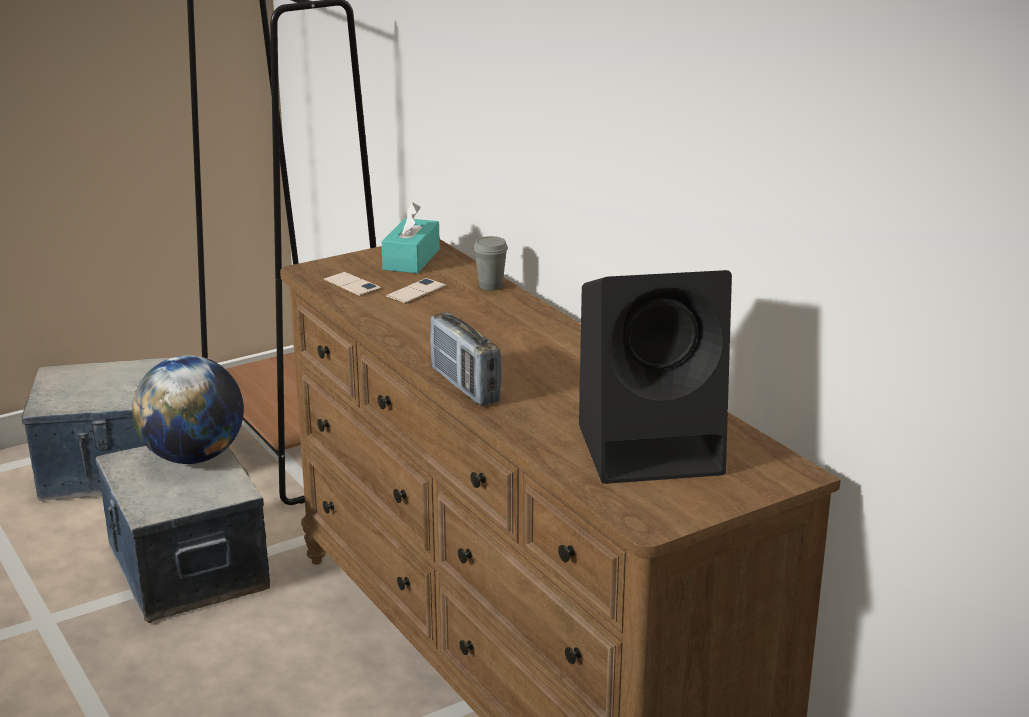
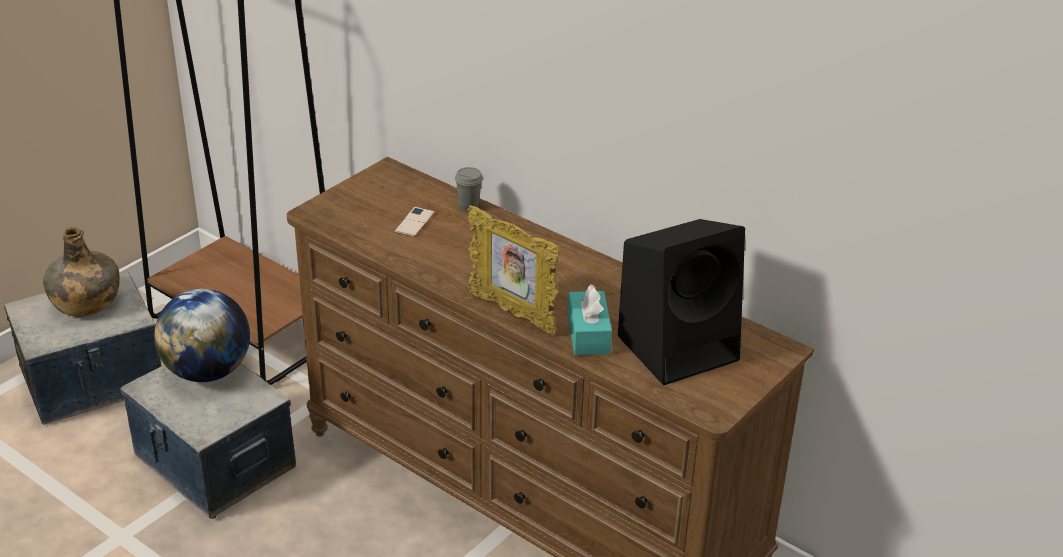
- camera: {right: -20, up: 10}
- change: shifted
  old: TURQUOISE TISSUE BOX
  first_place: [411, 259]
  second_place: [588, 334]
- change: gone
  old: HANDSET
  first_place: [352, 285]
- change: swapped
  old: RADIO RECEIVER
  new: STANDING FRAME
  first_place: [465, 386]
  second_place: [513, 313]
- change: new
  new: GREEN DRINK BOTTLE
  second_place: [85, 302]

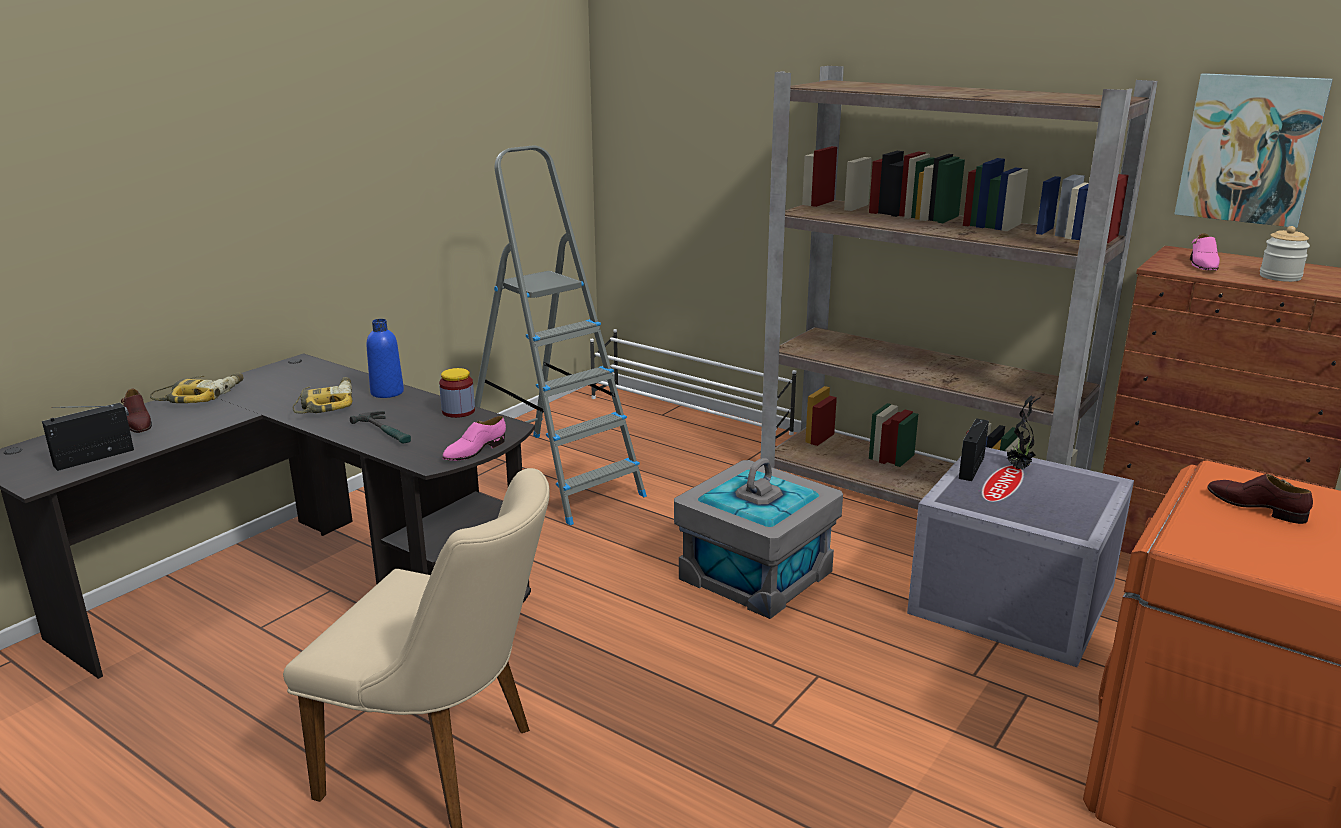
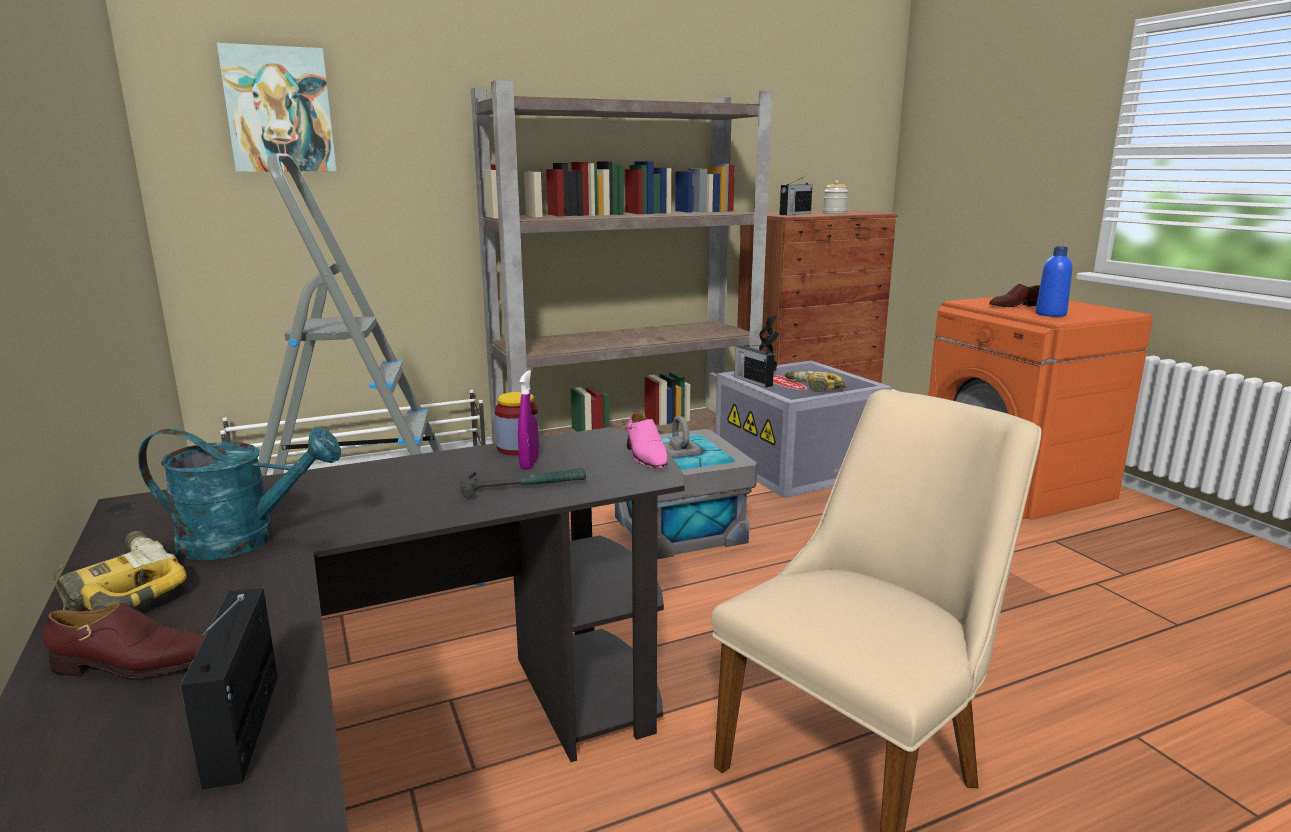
- camera: {right: -60, up: -5}
- change: shifted
  old: WALL PICTURE
  first_place: [1250, 149]
  second_place: [279, 110]
- change: swapped
  old: PINKISH ITEM OF FOOTWEAR
  new: RADIO RECEIVER
  first_place: [1202, 265]
  second_place: [794, 214]
- change: shifted
  old: BLUISH DRINK BOTTLE
  first_place: [387, 392]
  second_place: [1050, 314]
- change: shifted
  old: ELECTRIC DRILL
  first_place: [325, 404]
  second_place: [814, 387]
- change: new
  new: PURPLE-COLOURED SPRAY BOTTLE
  second_place: [529, 464]
- change: new
  new: TURQUOISE SPRINKLING CAN
  second_place: [245, 540]

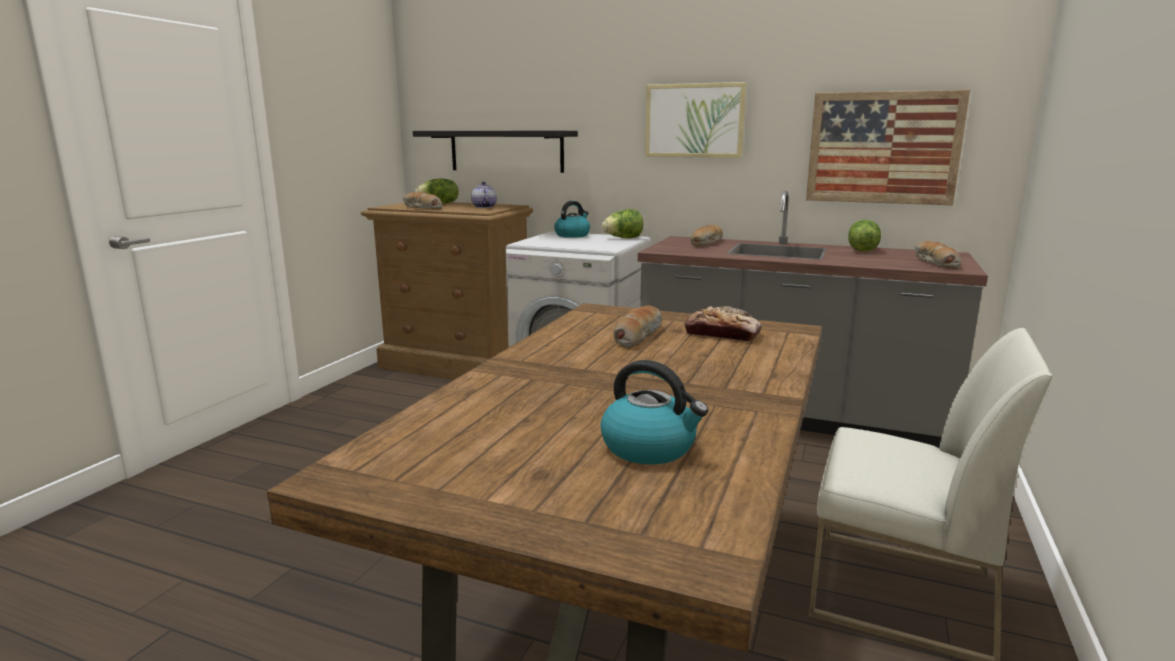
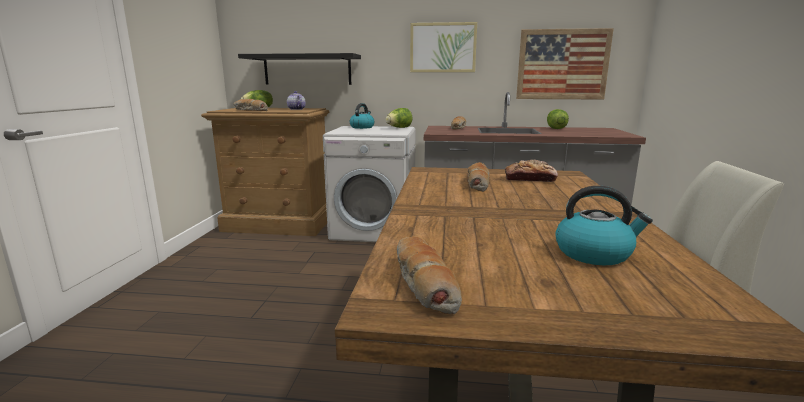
- camera: {right: -15, up: 0}
- change: shifted
  old: BREAD
  first_place: [934, 263]
  second_place: [422, 284]

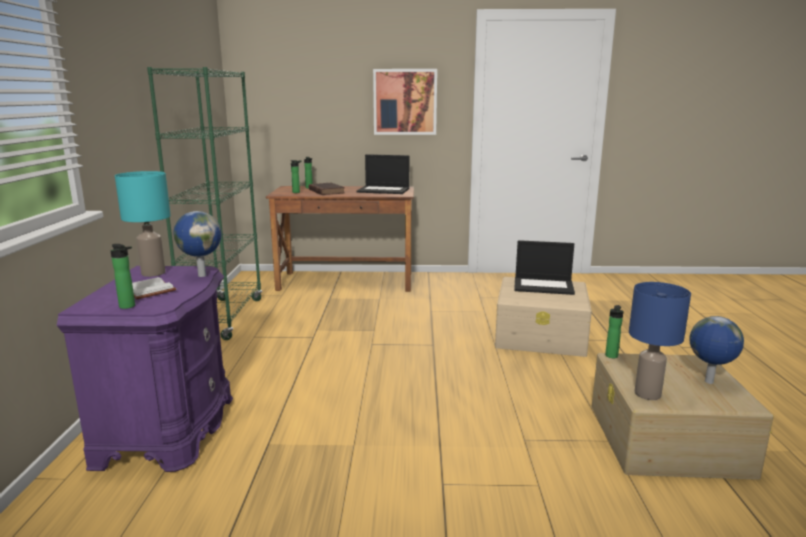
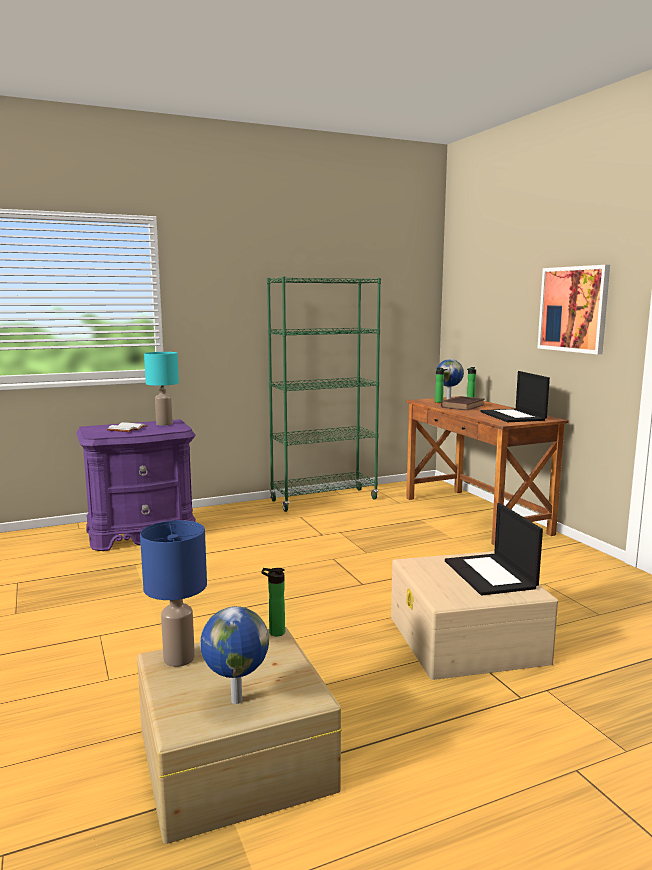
- camera: {right: 65, up: -5}
- change: shifted
  old: WORLD GLOBE
  first_place: [202, 275]
  second_place: [448, 399]
- change: gone
  old: DRINK BOTTLE
  first_place: [129, 306]

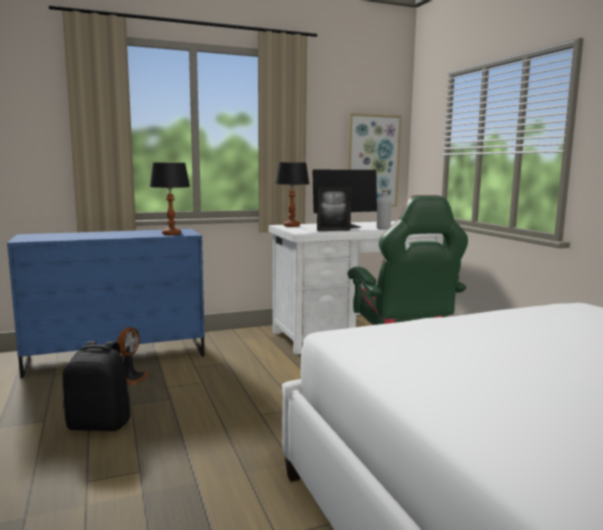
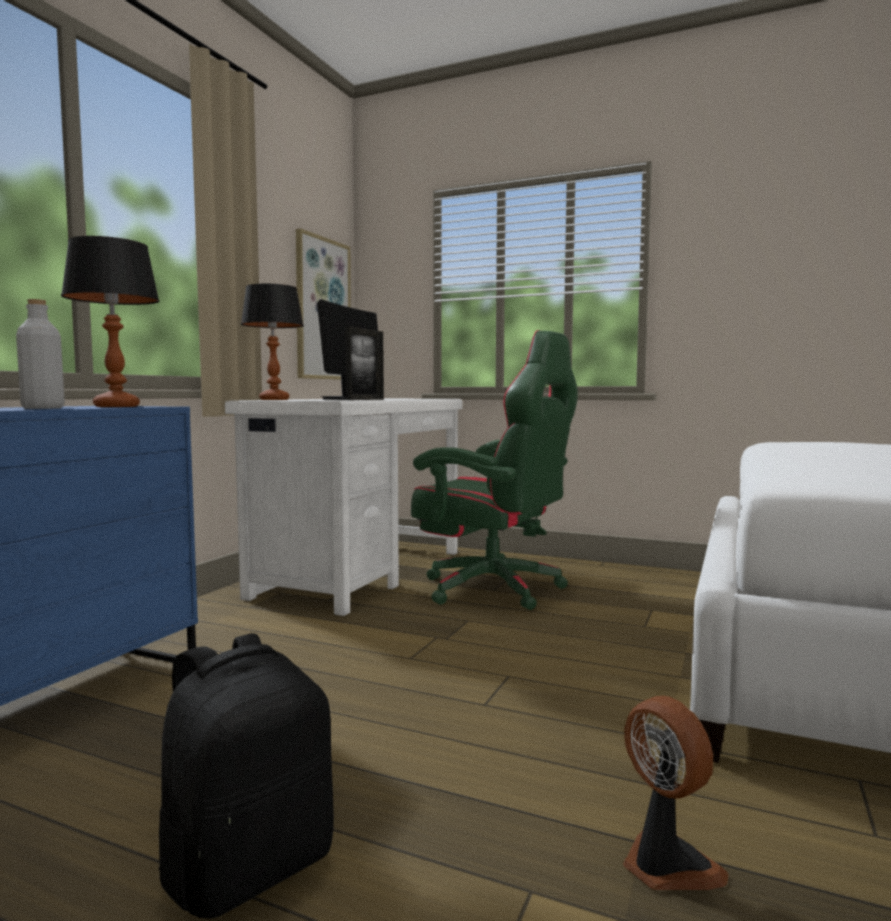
- camera: {right: -45, up: -5}
- change: shifted
  old: GRAY DRINK BOTTLE
  first_place: [383, 228]
  second_place: [43, 408]
- change: shifted
  old: FAN
  first_place: [132, 378]
  second_place: [665, 865]

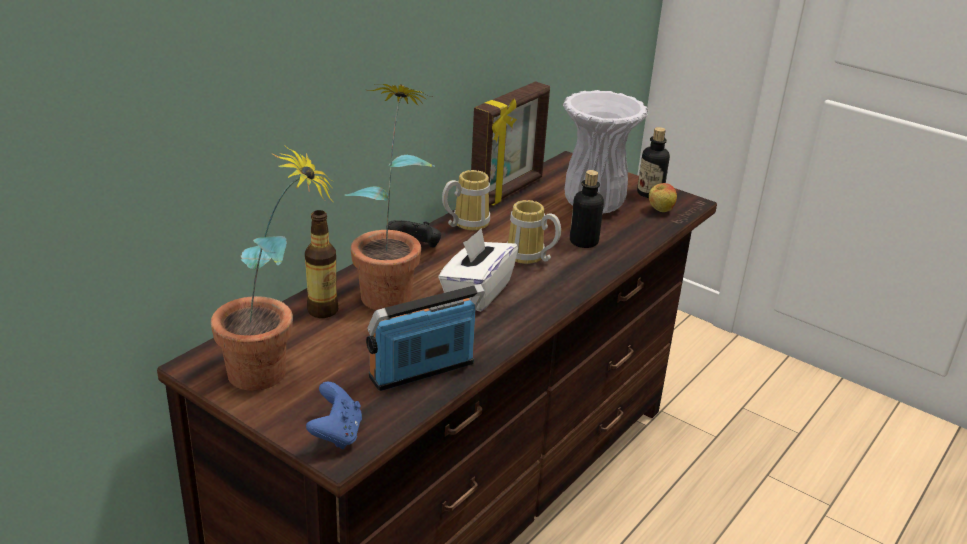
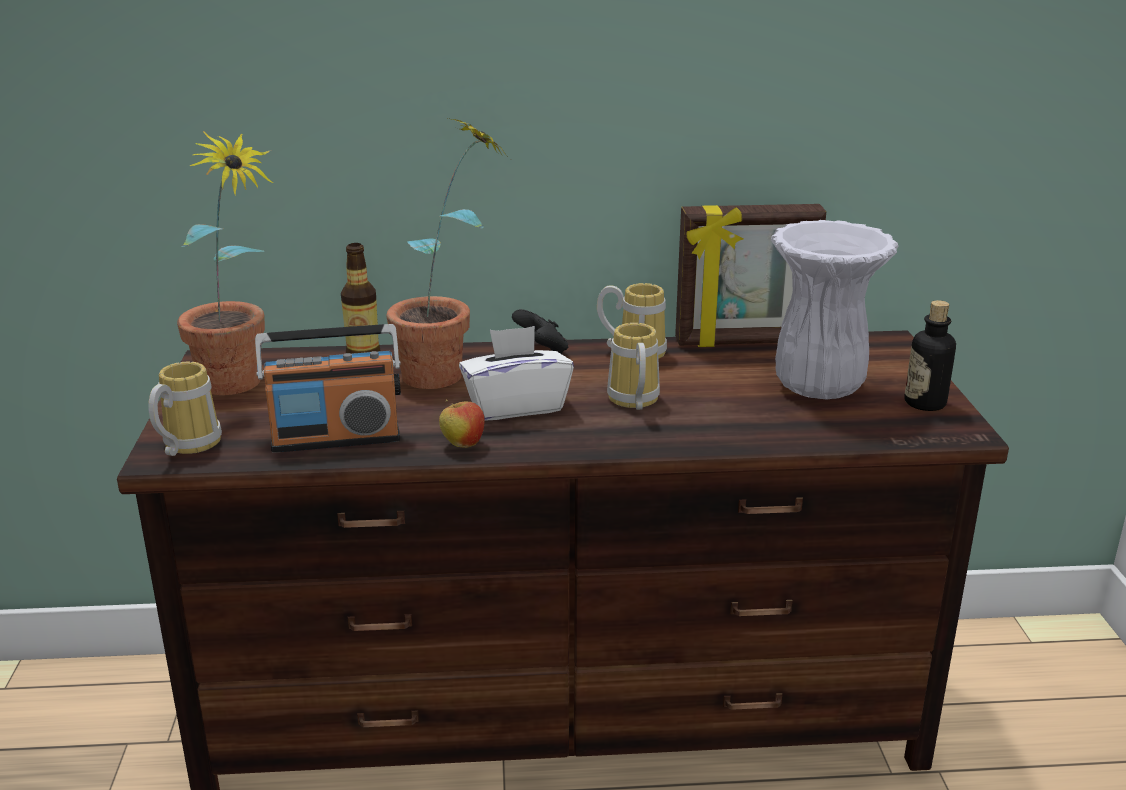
- camera: {right: 50, up: -5}
- change: gone
  old: DRINK BOTTLE
  first_place: [583, 242]
- change: shifted
  old: APPLE FRUIT
  first_place: [660, 210]
  second_place: [462, 444]
- change: rotated
  old: RADIO RECEIVER
  first_place: [422, 371]
  second_place: [336, 439]
  degrees: 150
- change: swapped
  old: BLUISH JOYPAD
  new: MUG
  first_place: [336, 434]
  second_place: [185, 446]

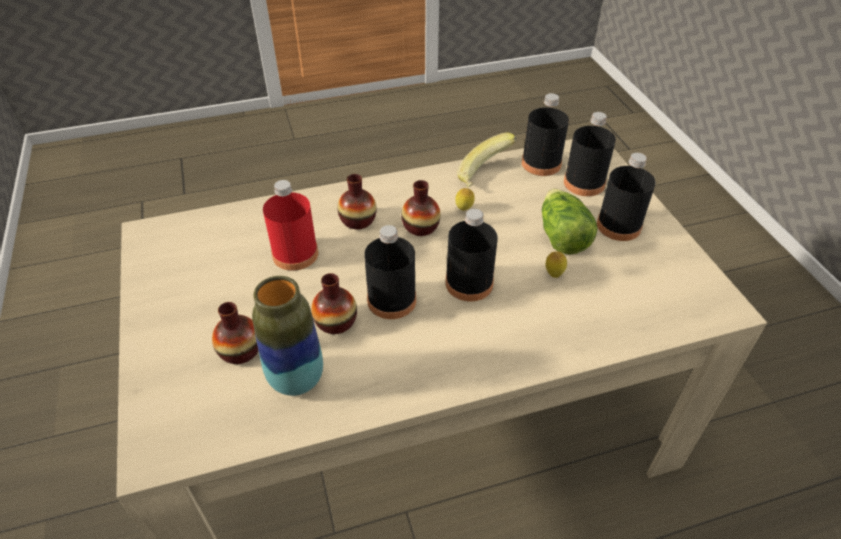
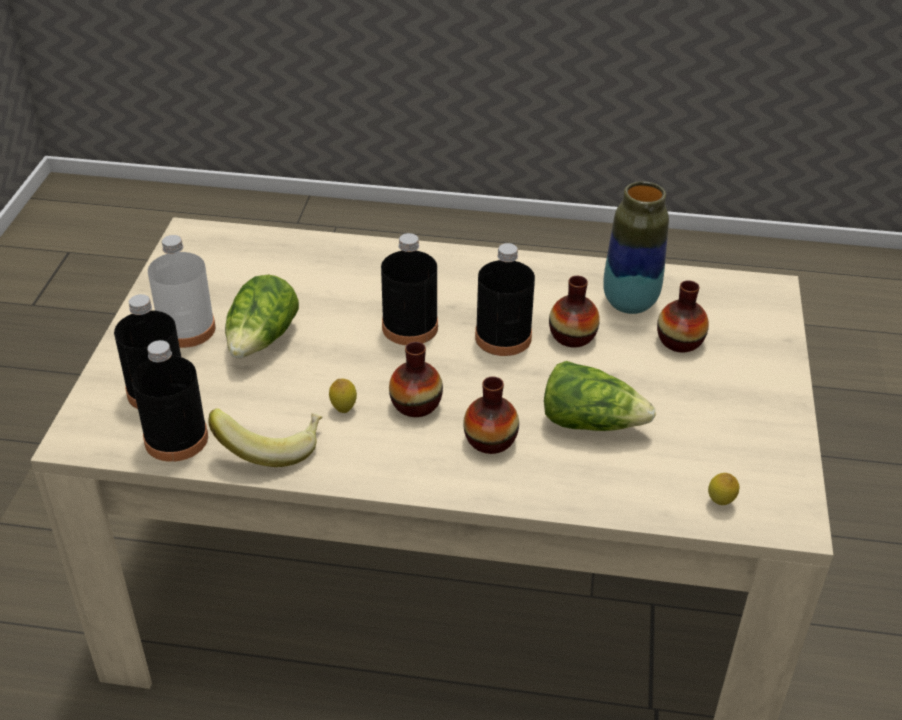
- camera: {right: -155, up: -5}
- change: repainted
  old: BLACK DRINK BOTTLE
  new: WHITISH DRINK BOTTLE
  first_place: [618, 226]
  second_place: [187, 329]
- change: swapped
  old: RED-COLOURED DRINK BOTTLE
  new: HEAD OF LETTUCE
  first_place: [295, 254]
  second_place: [590, 422]
- change: shifted
  old: LEMON
  first_place: [554, 274]
  second_place: [720, 503]

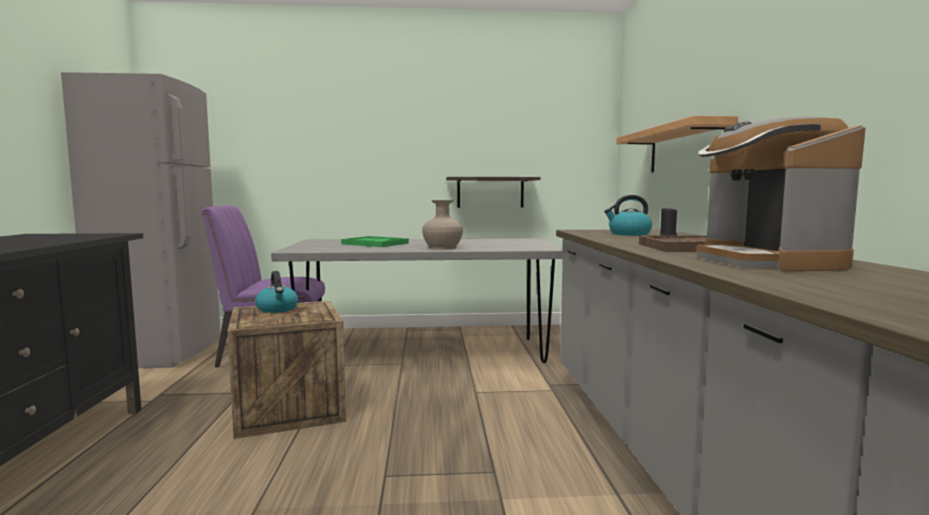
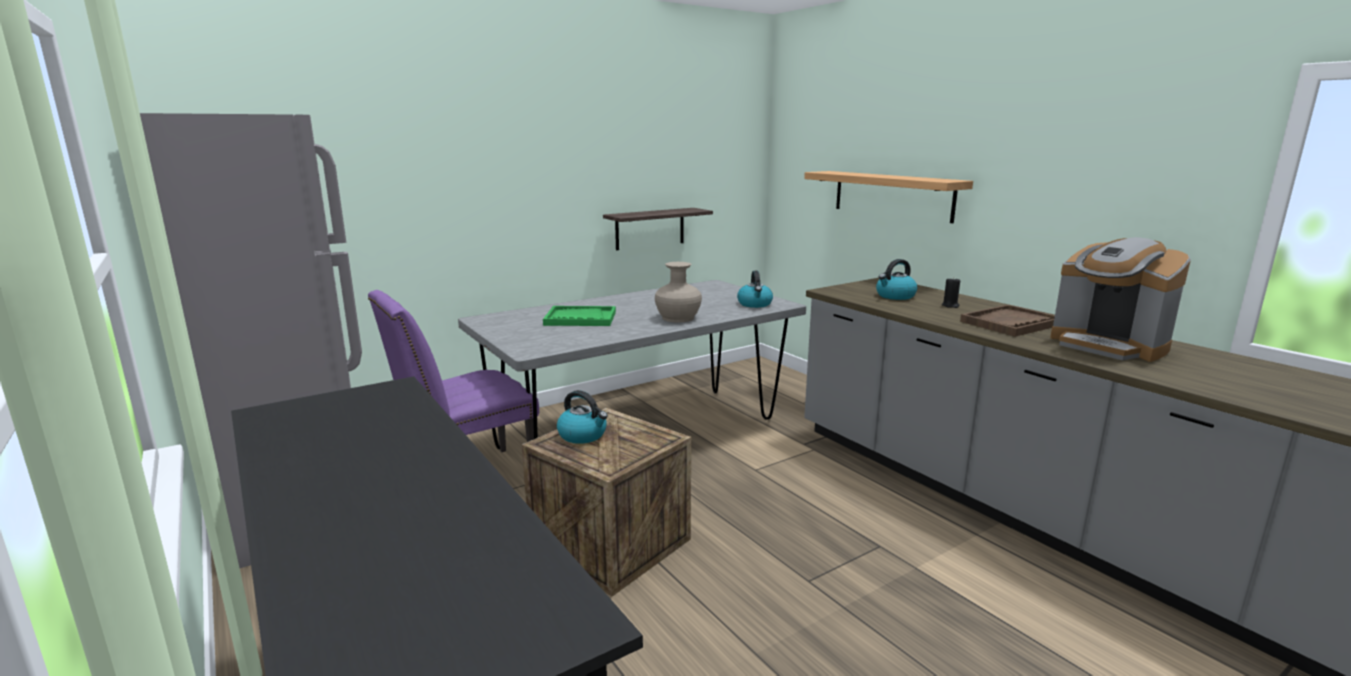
- camera: {right: -30, up: 10}
- change: new
  new: TEA KETTLE
  second_place: [755, 304]

